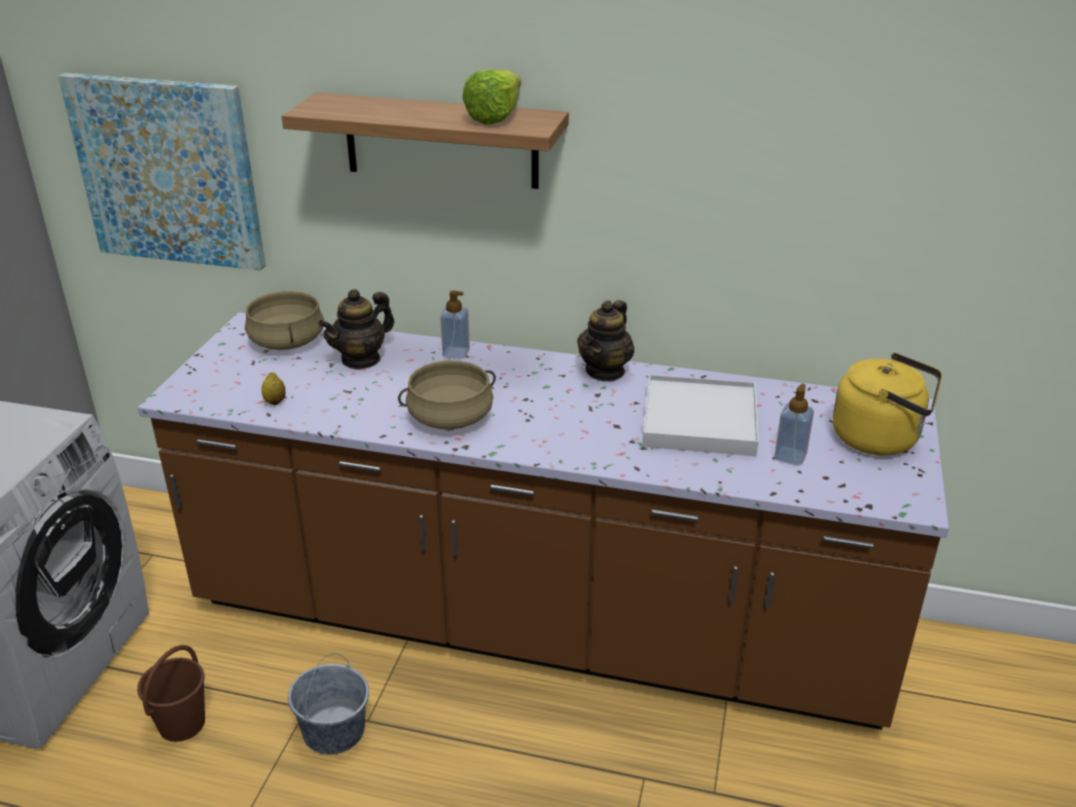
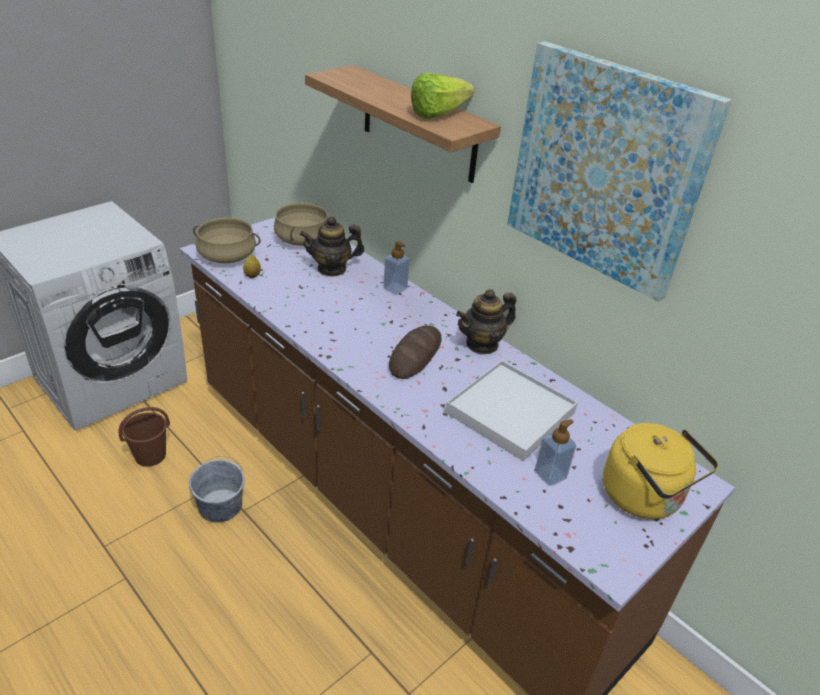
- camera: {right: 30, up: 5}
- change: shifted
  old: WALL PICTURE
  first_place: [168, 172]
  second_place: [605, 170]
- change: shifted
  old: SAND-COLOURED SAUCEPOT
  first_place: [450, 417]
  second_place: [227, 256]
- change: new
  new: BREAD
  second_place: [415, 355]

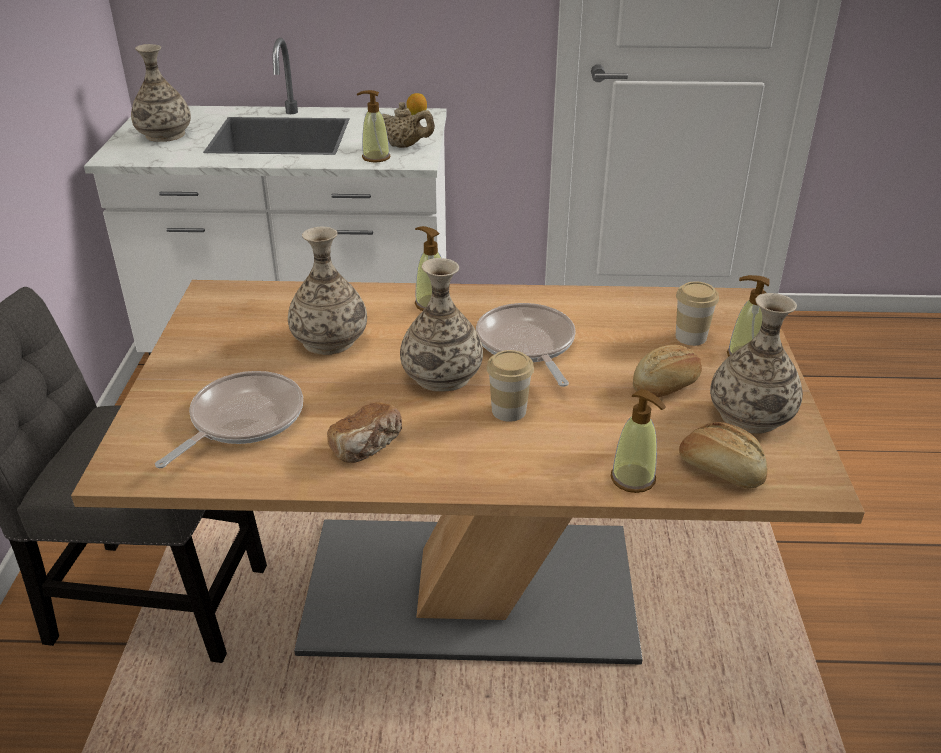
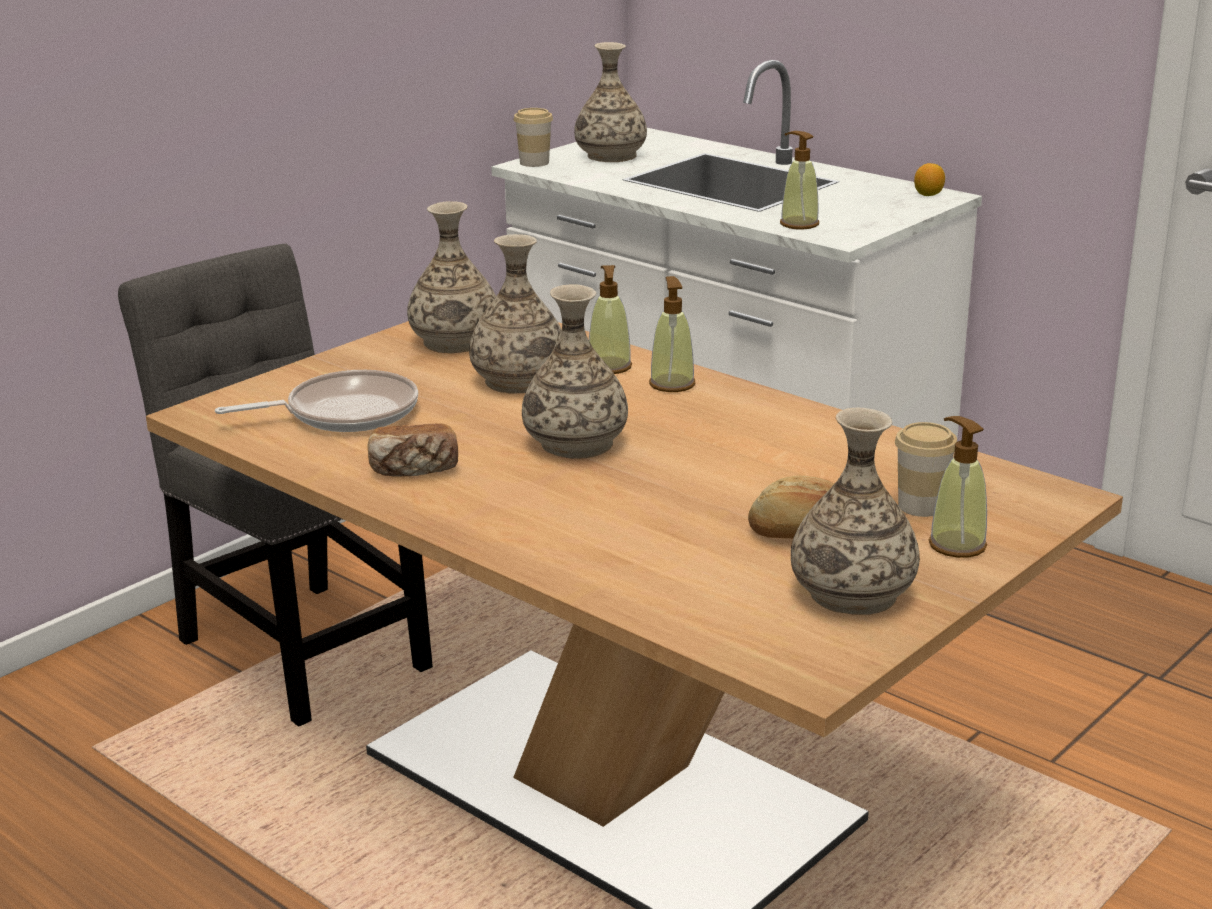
- camera: {right: 40, up: -10}
- change: gone
  old: SAND-COLOURED POT FOR TEA
  first_place: [404, 146]
- change: gone
  old: SKILLET
  first_place: [527, 345]
- change: shifted
  old: DRINKING CUP
  first_place: [509, 411]
  second_place: [534, 163]
- change: shifted
  old: LIQUID SOAP BOTTLE
  first_place: [633, 479]
  second_place: [609, 367]
- change: gone
  old: BREAD
  first_place: [721, 470]
- change: new
  new: DECORATIVE VASE
  second_place: [454, 341]

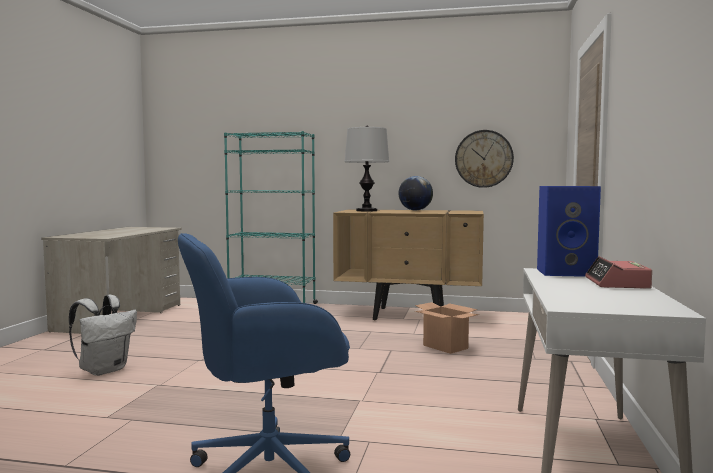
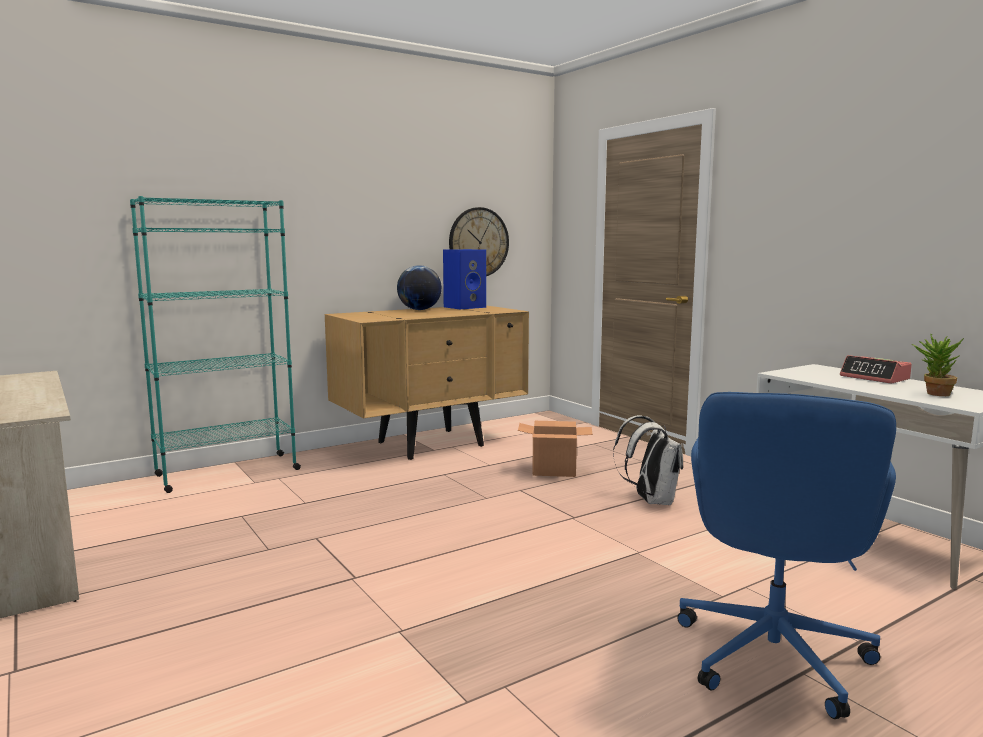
- camera: {right: -45, up: 5}
- change: gone
  old: TABLETOP LAMP
  first_place: [367, 210]
- change: shifted
  old: BLUISH LOUDSPEAKER
  first_place: [567, 272]
  second_place: [465, 307]
- change: shifted
  old: WHITISH RUCKSACK
  first_place: [104, 370]
  second_place: [650, 500]
- change: new
  new: HOUSEPLANT
  second_place: [933, 394]

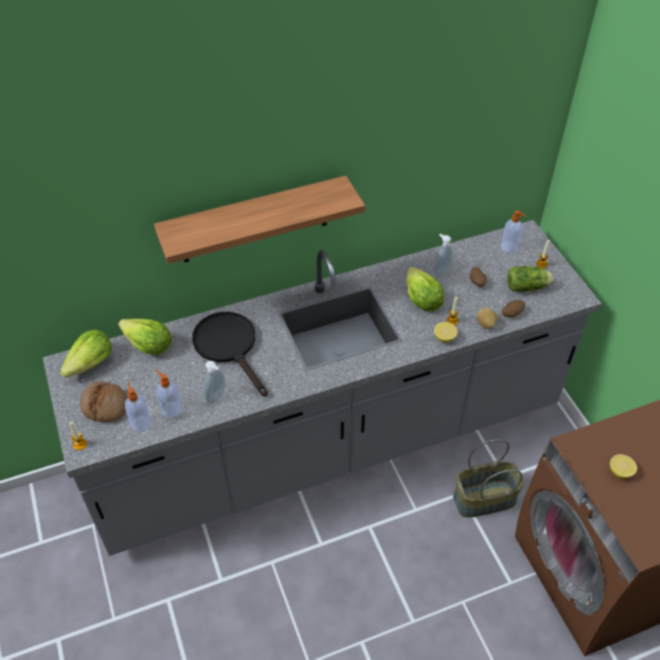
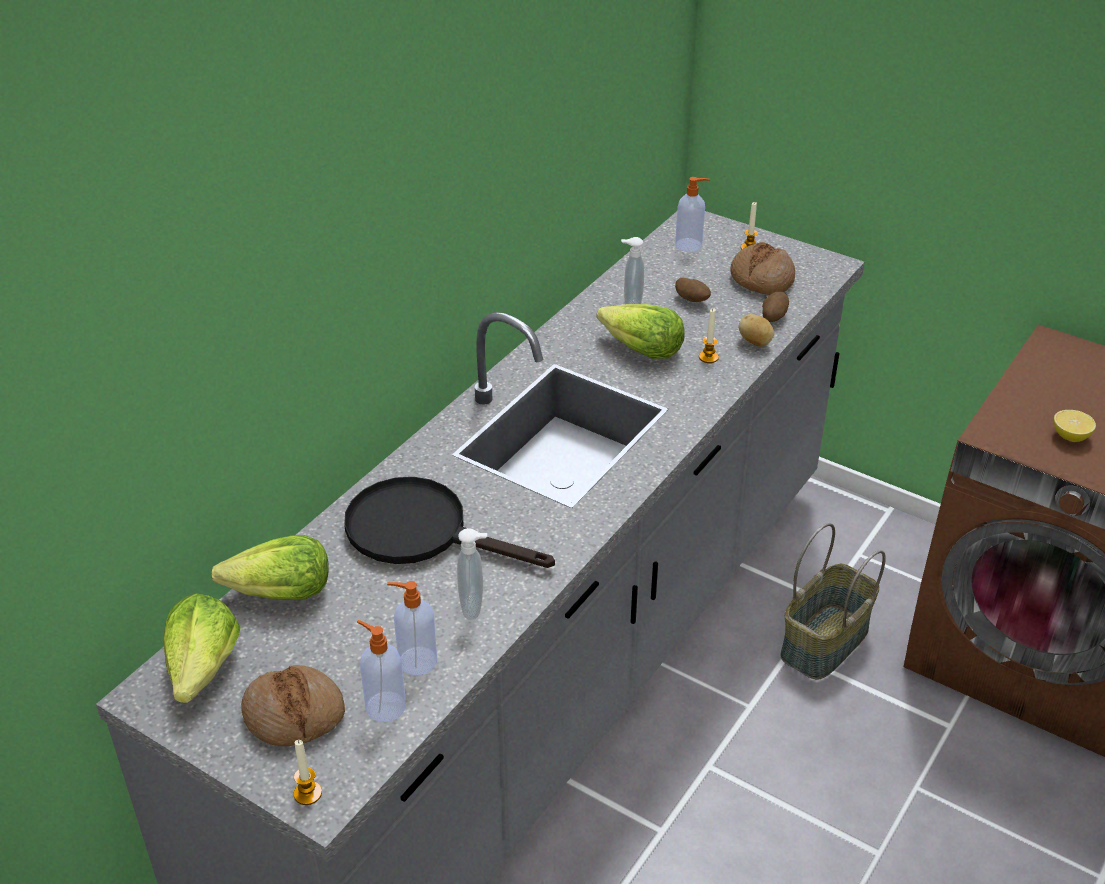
- camera: {right: -35, up: -10}
- change: gone
  old: BRACKET SHELF
  first_place: [254, 220]
- change: swapped
  old: HEAD OF LETTUCE
  new: BREAD
  first_place: [528, 287]
  second_place: [761, 279]
- change: gone
  old: LEMON
  first_place: [444, 338]

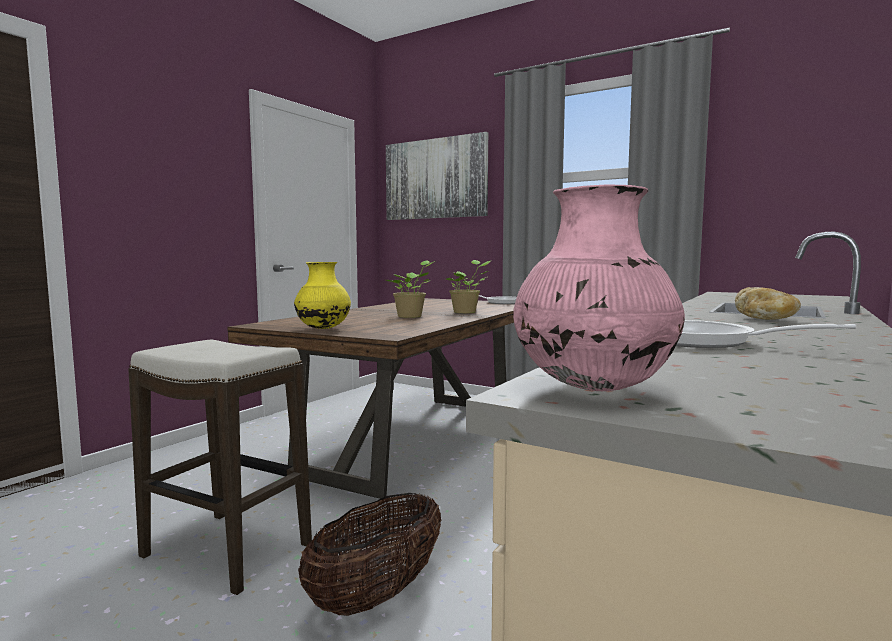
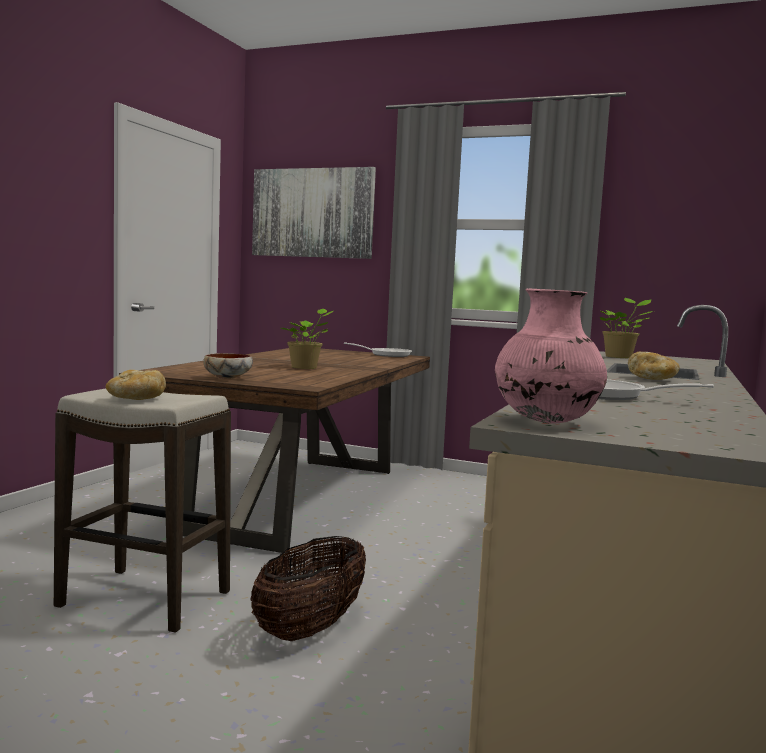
- camera: {right: -10, up: 0}
- change: shifted
  old: HOUSEPLANT
  first_place: [466, 312]
  second_place: [620, 357]
- change: swapped
  old: YELLOWISH DECORATIVE VASE
  new: DEEP DISH
  first_place: [323, 329]
  second_place: [228, 378]
- change: new
  new: BREAD
  second_place: [136, 399]

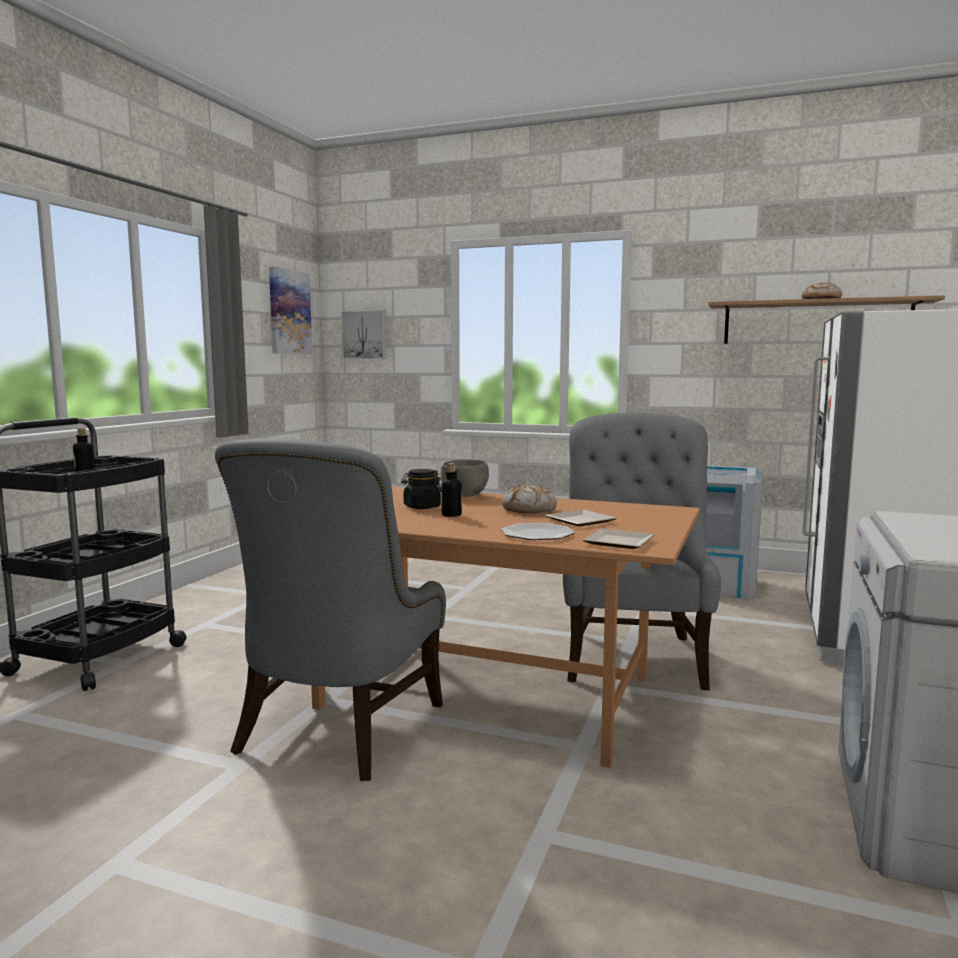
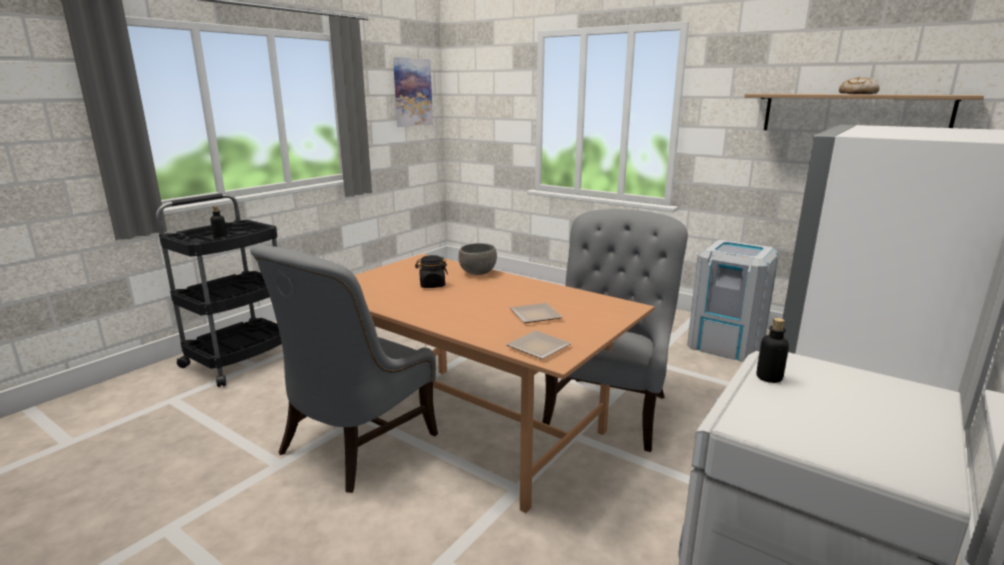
- camera: {right: 15, up: 10}
- change: gone
  old: WALL PICTURE
  first_place: [365, 335]
- change: shifted
  old: DRINK BOTTLE
  first_place: [451, 515]
  second_place: [769, 378]
- change: gone
  old: BREAD
  first_place: [529, 509]
- change: gone
  old: DINNER PLATE
  first_place: [537, 534]

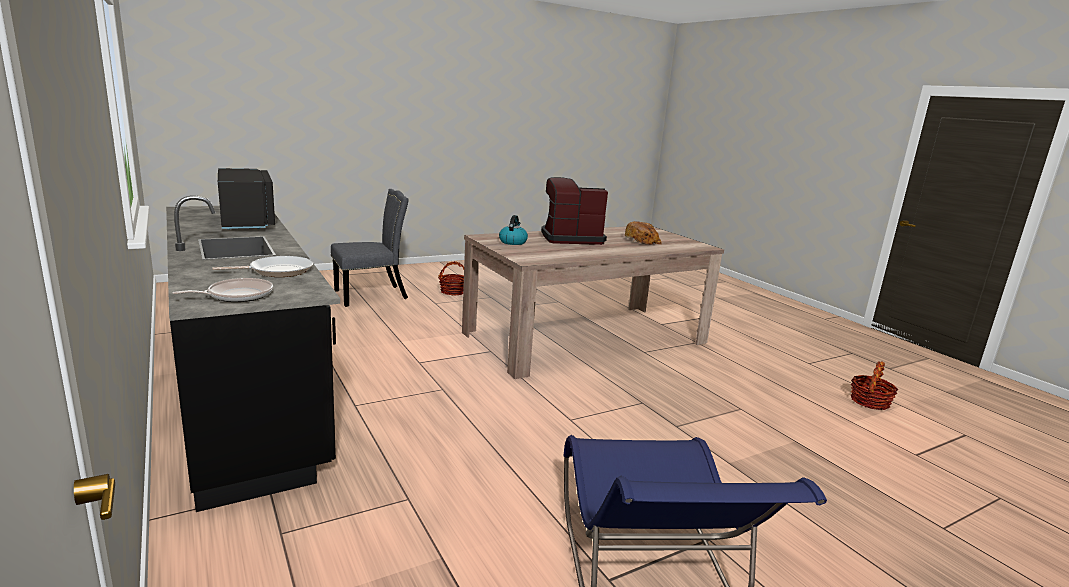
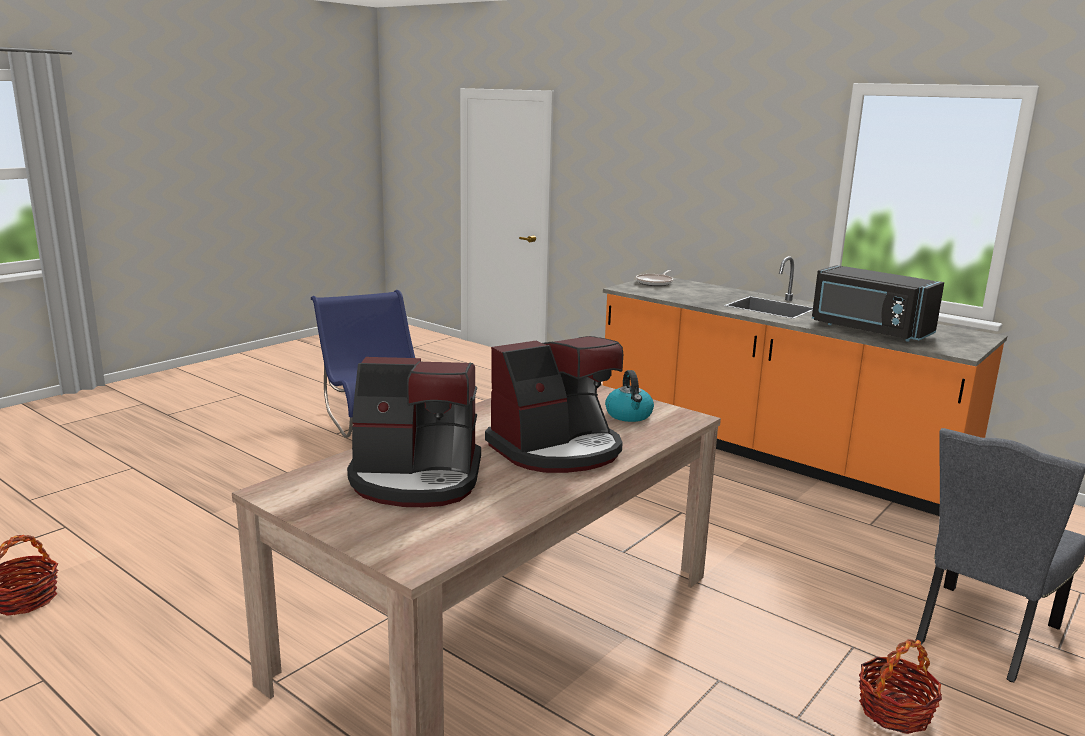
- camera: {right: 160, up: 0}
- change: repainted
  old: BLACK COUNTER
  new: ORANGE COUNTER
  first_place: [246, 389]
  second_place: [771, 452]
- change: swapped
  old: BREAD
  new: COFFEE MACHINE
  first_place: [643, 241]
  second_place: [416, 479]
- change: gone
  old: SKILLET
  first_place: [277, 271]

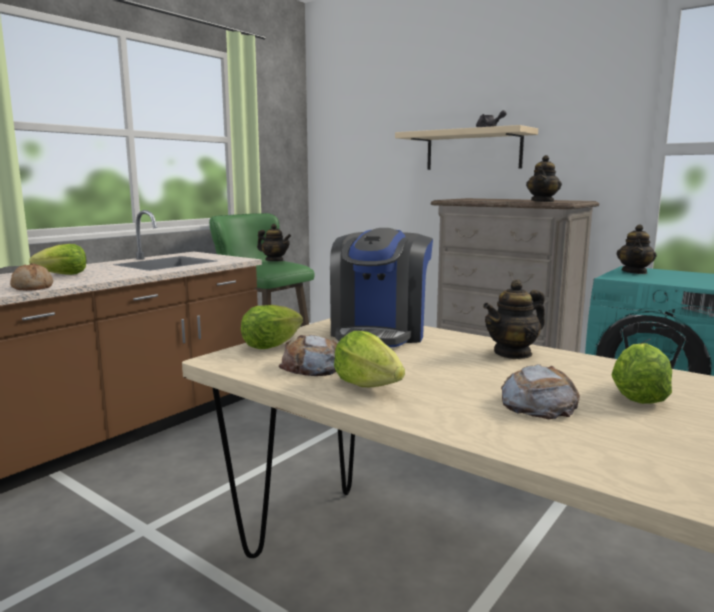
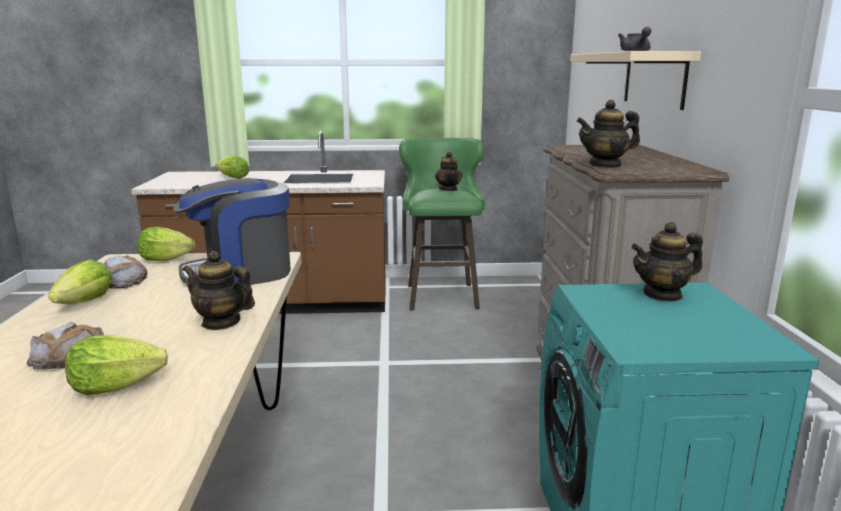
- camera: {right: 50, up: 5}
- change: gone
  old: BREAD
  first_place: [33, 287]

